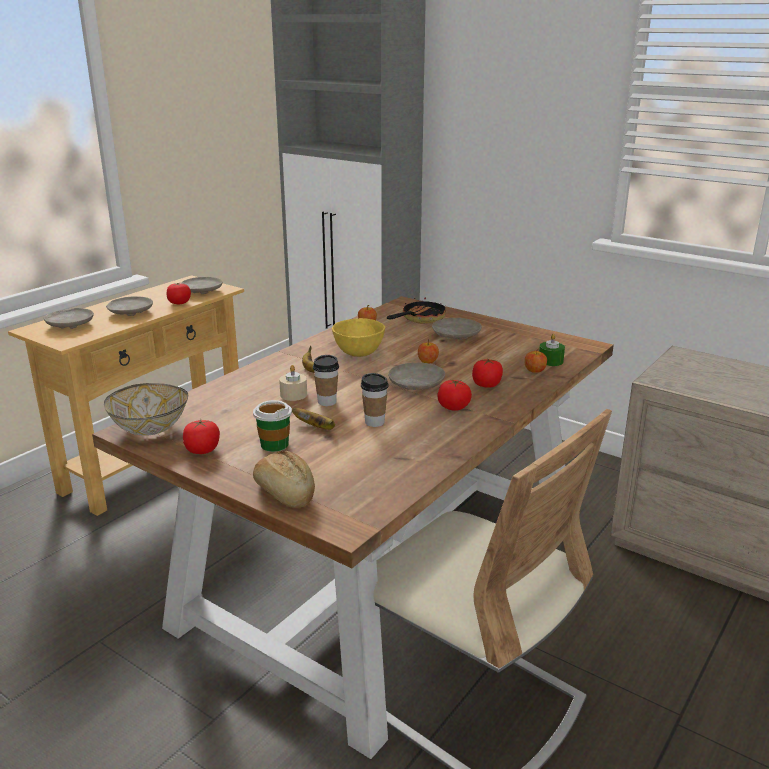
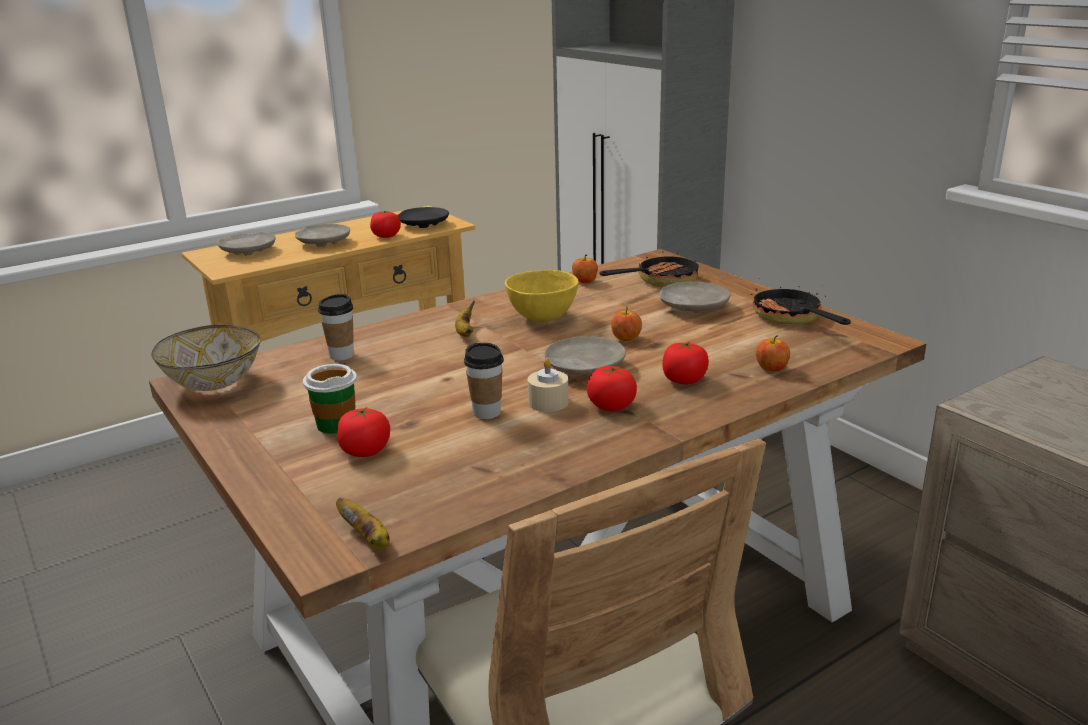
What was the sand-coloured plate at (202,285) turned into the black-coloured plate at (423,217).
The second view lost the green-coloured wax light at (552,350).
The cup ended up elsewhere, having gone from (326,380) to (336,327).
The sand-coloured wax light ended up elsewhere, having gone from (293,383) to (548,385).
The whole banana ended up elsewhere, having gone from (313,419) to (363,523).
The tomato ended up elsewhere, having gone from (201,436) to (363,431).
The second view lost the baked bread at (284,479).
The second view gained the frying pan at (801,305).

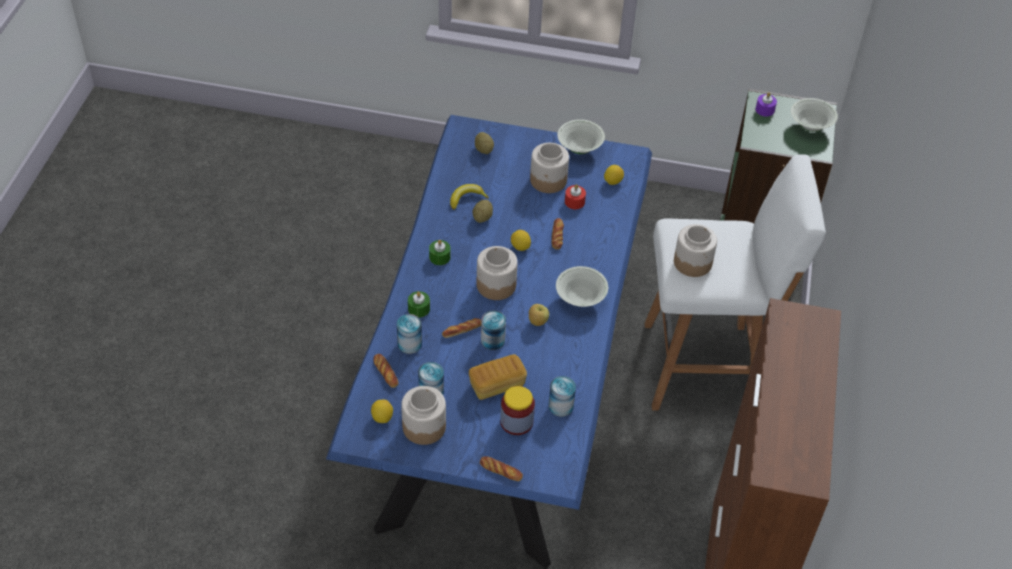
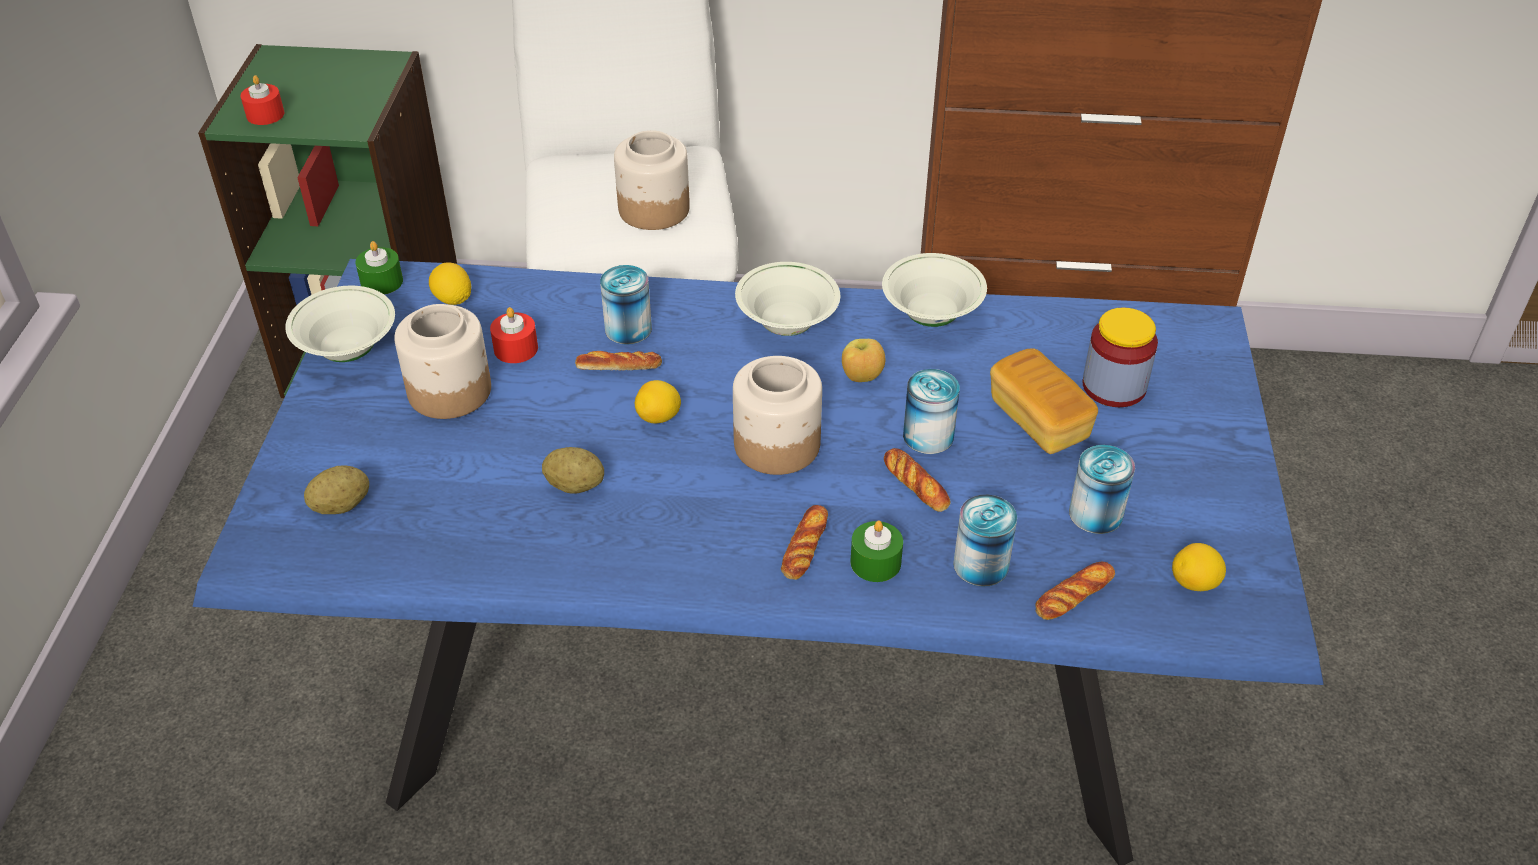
What was the purplish wax light at (766,104) turned into the reddish wax light at (262,100).
The white-coloured serving bowl ended up elsewhere, having gone from (814,115) to (934,290).
The second view lost the whole banana at (469,197).
The green-coloured wax light ended up elsewhere, having gone from (440,252) to (379,268).
The sealed can ended up elsewhere, having gone from (562,396) to (626,305).
The second view lost the storage jar at (423,415).
The baked bread ended up elsewhere, having gone from (501,468) to (804,542).

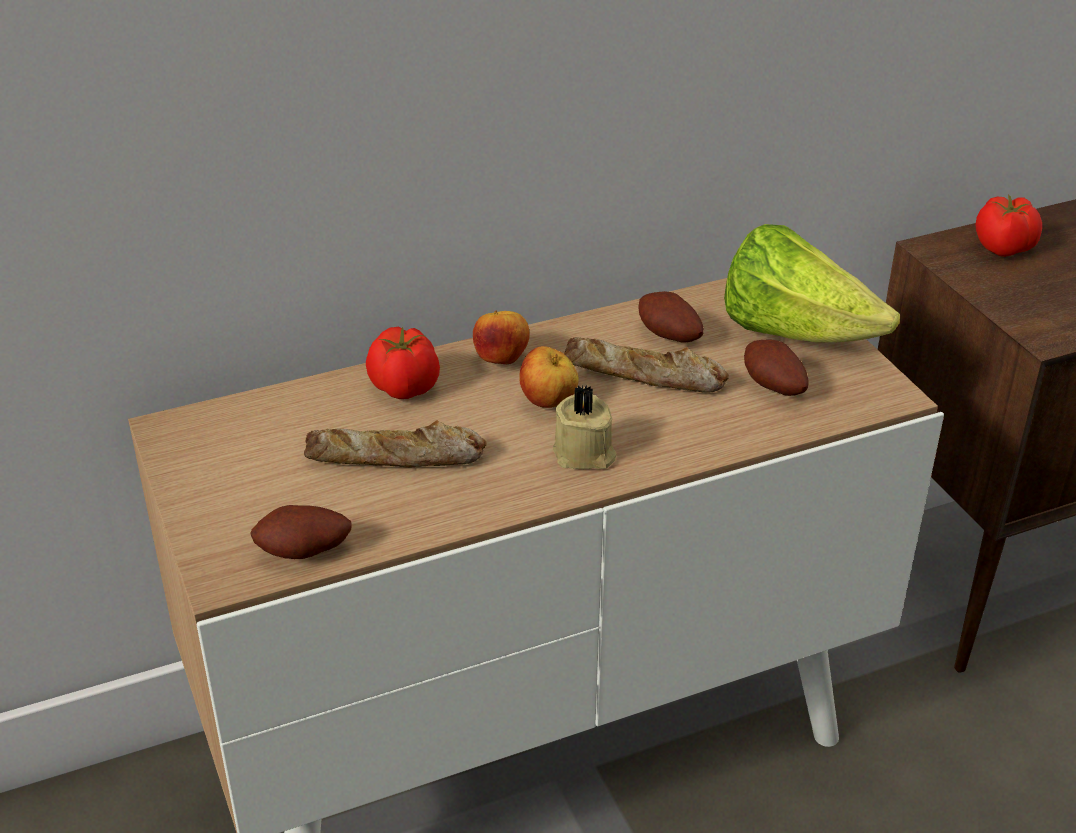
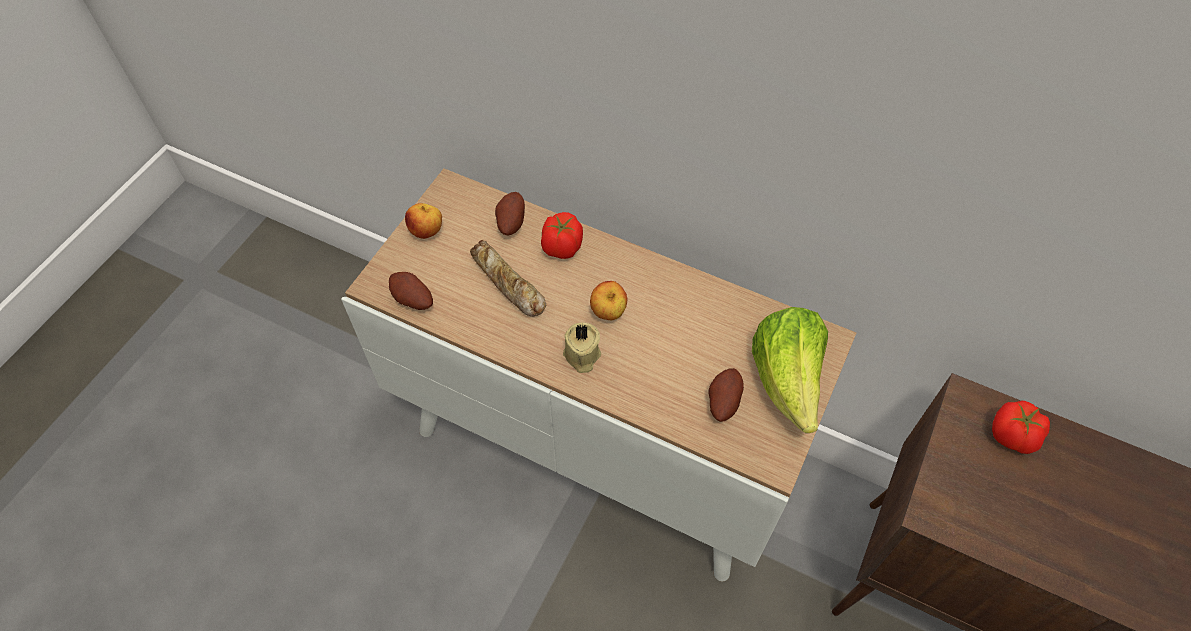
The spud ended up elsewhere, having gone from (671,316) to (510,214).
The apple ended up elsewhere, having gone from (501,338) to (423,221).
The second view lost the baked bread at (646,365).

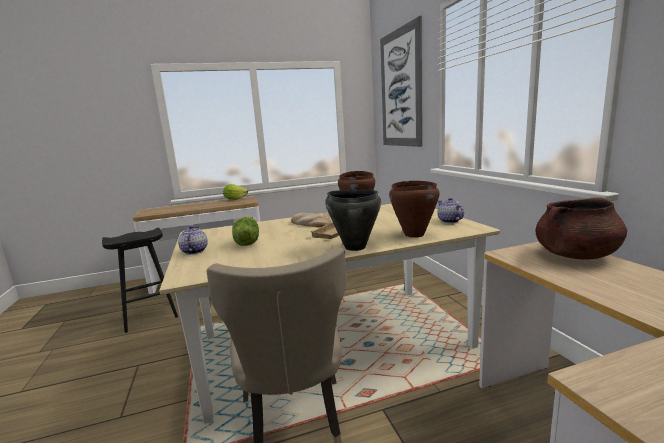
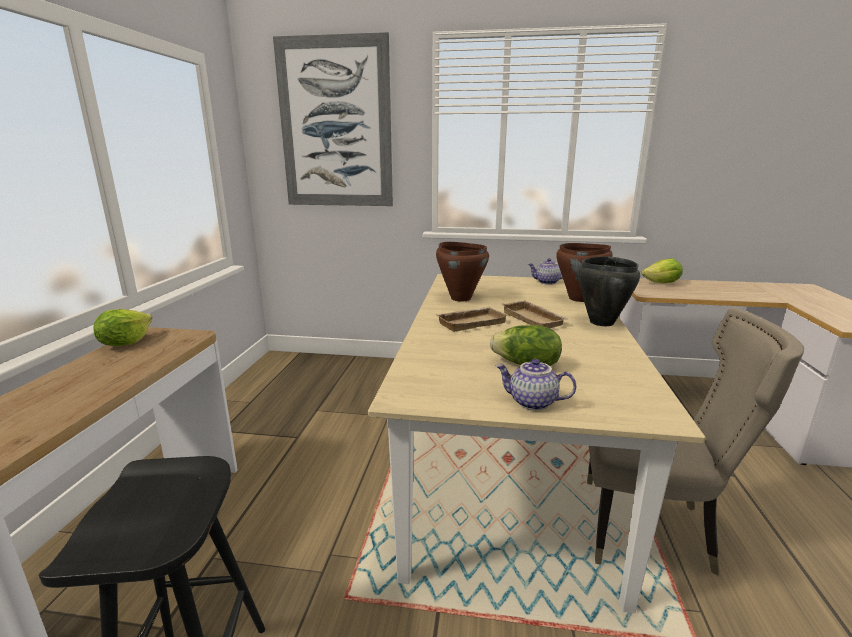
Where the brown-coloured stockpot stood at (581,228), the lettuce head came to stand at (662,271).
Where the baked bread stood at (311,220), the sand-coloured tray came to stand at (472,319).

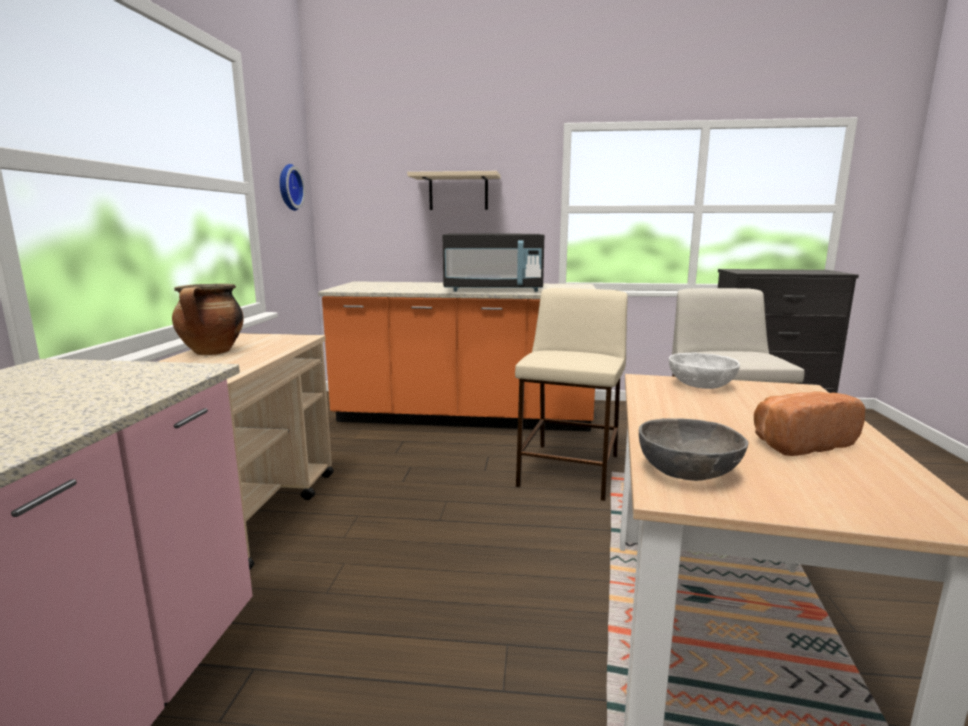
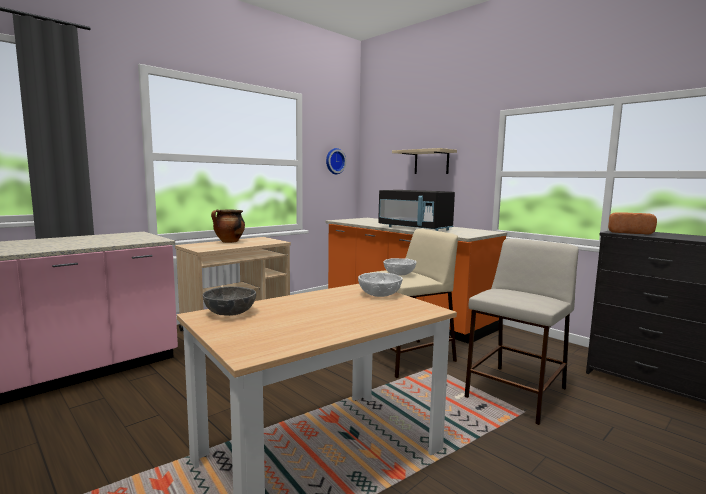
The baked bread ended up elsewhere, having gone from (809,423) to (632,223).
The second view gained the white-coloured serving bowl at (399,266).

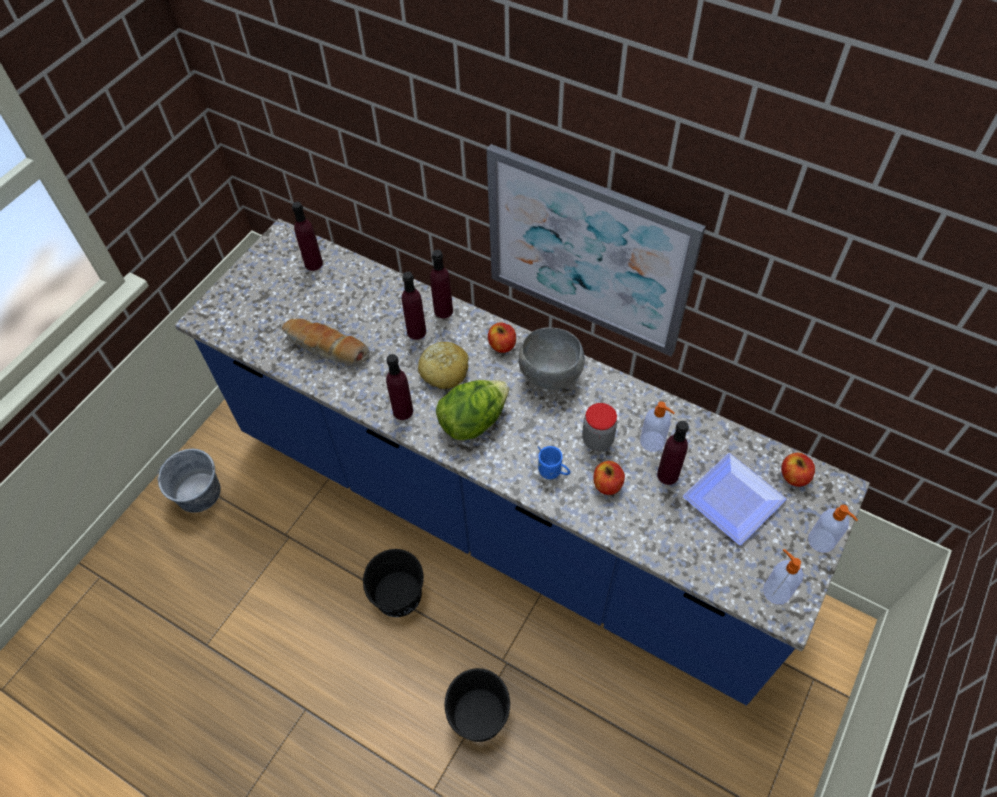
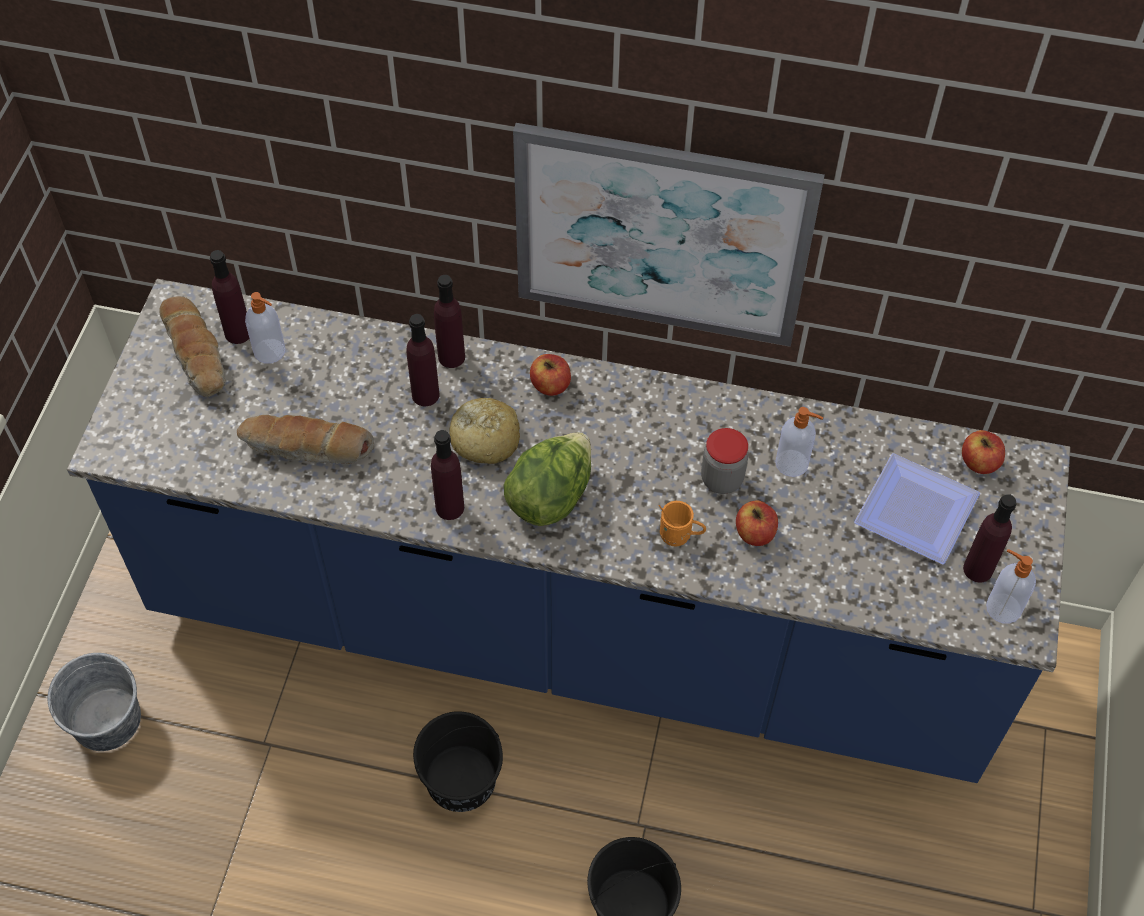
The second view lost the greyish serving bowl at (551,358).
The purplish beverage bottle ended up elsewhere, having gone from (673,453) to (990,538).
What was the bluish mug at (554,462) turned into the orangey mug at (682,524).
The soap dispenser ended up elsewhere, having gone from (833,529) to (265,328).
The second view gained the baked bread at (192,346).

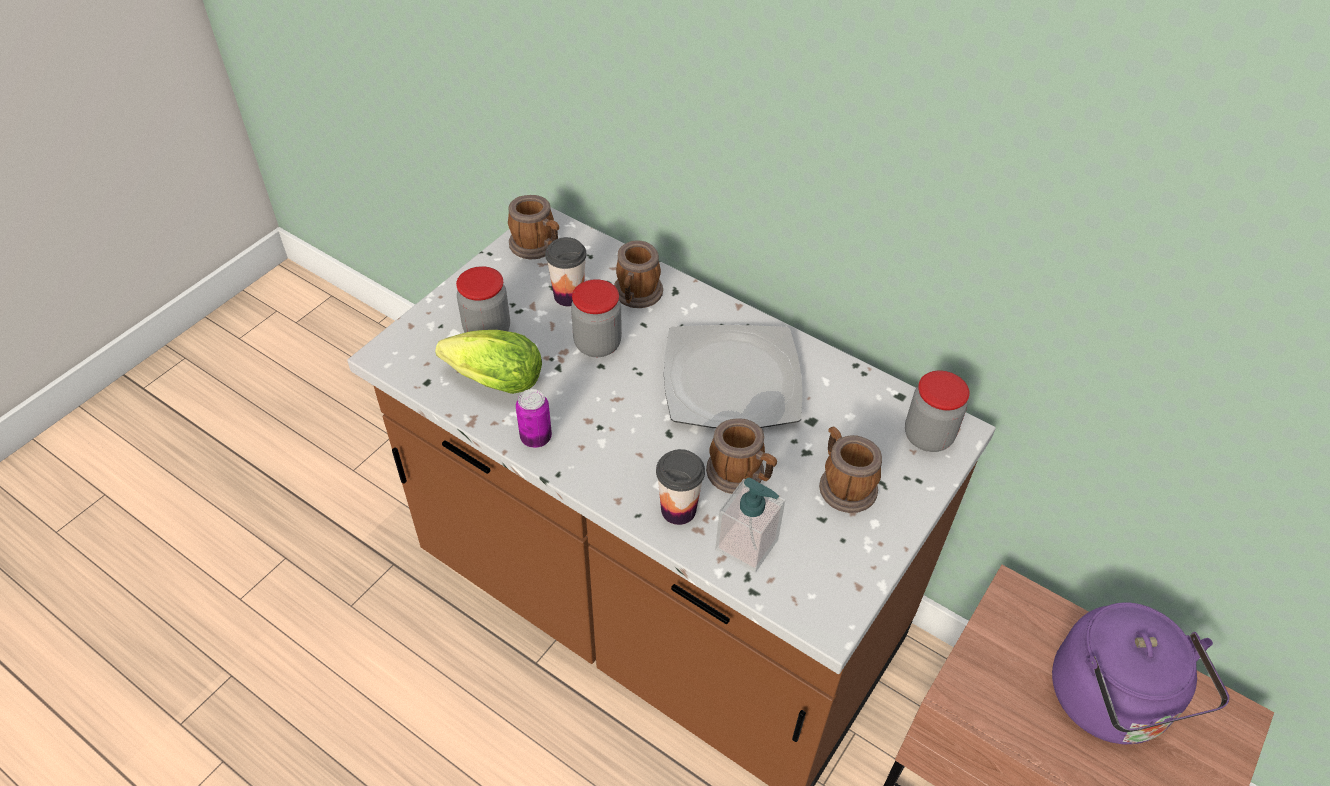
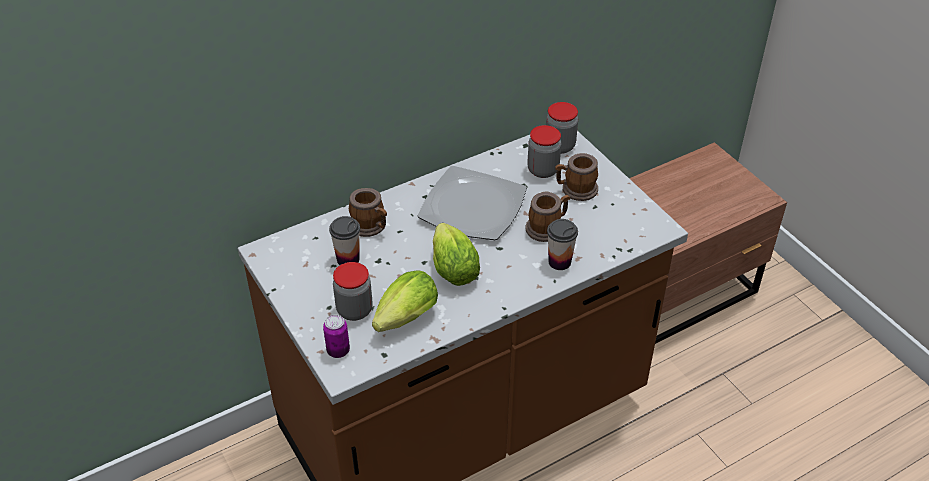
The second view lost the mug at (533,227).
The storage jar ended up elsewhere, having gone from (596,318) to (544,151).
The sealed can ended up elsewhere, having gone from (534,418) to (336,336).
The second view lost the soap dispenser at (750,525).
The second view lost the purplish kettle at (1141,673).
The second view gained the lettuce head at (456,254).

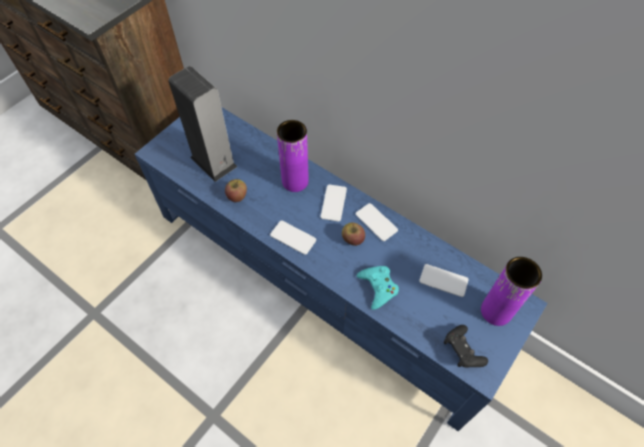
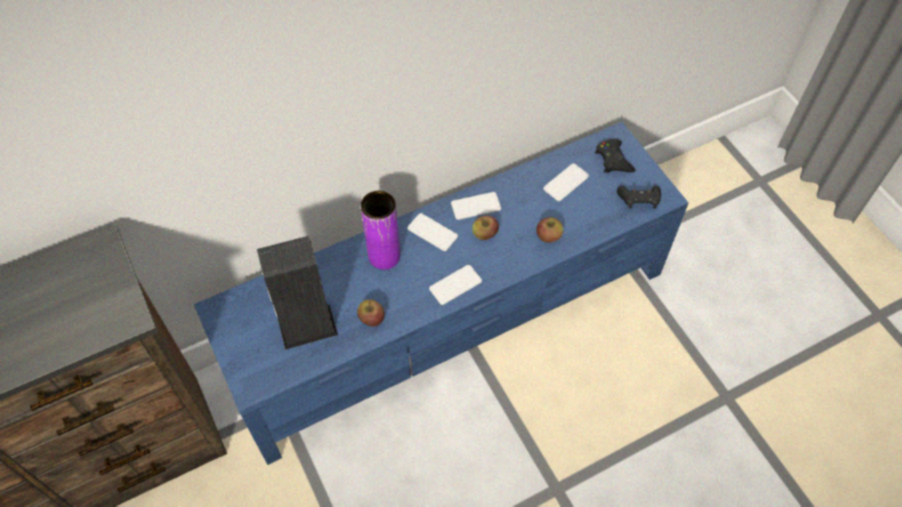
Where the purplish vase stood at (511,291), the black-coloured game controller came to stand at (615,156).
Where the turquoise game controller stood at (378,288), the apple came to stand at (549,230).

